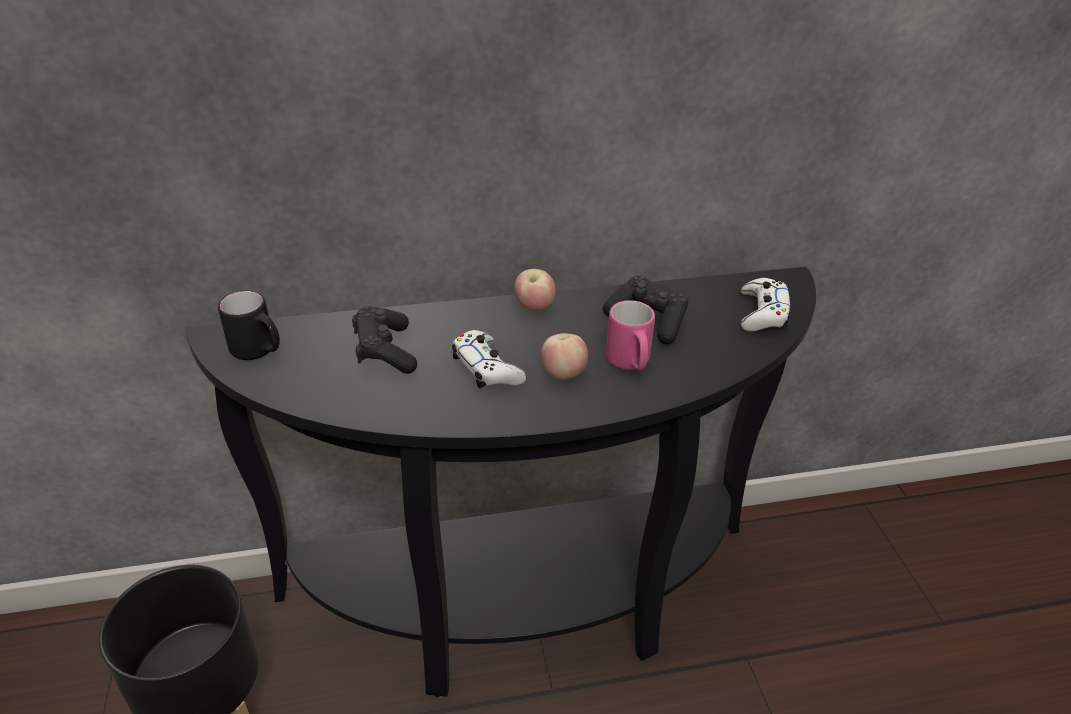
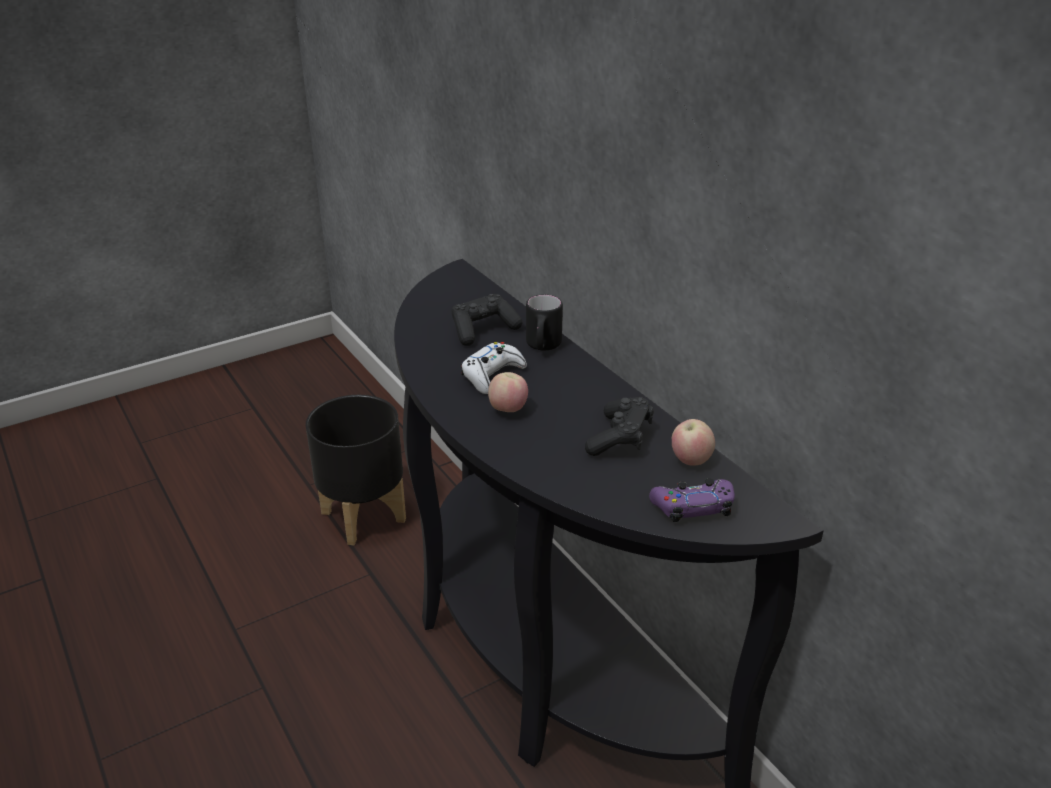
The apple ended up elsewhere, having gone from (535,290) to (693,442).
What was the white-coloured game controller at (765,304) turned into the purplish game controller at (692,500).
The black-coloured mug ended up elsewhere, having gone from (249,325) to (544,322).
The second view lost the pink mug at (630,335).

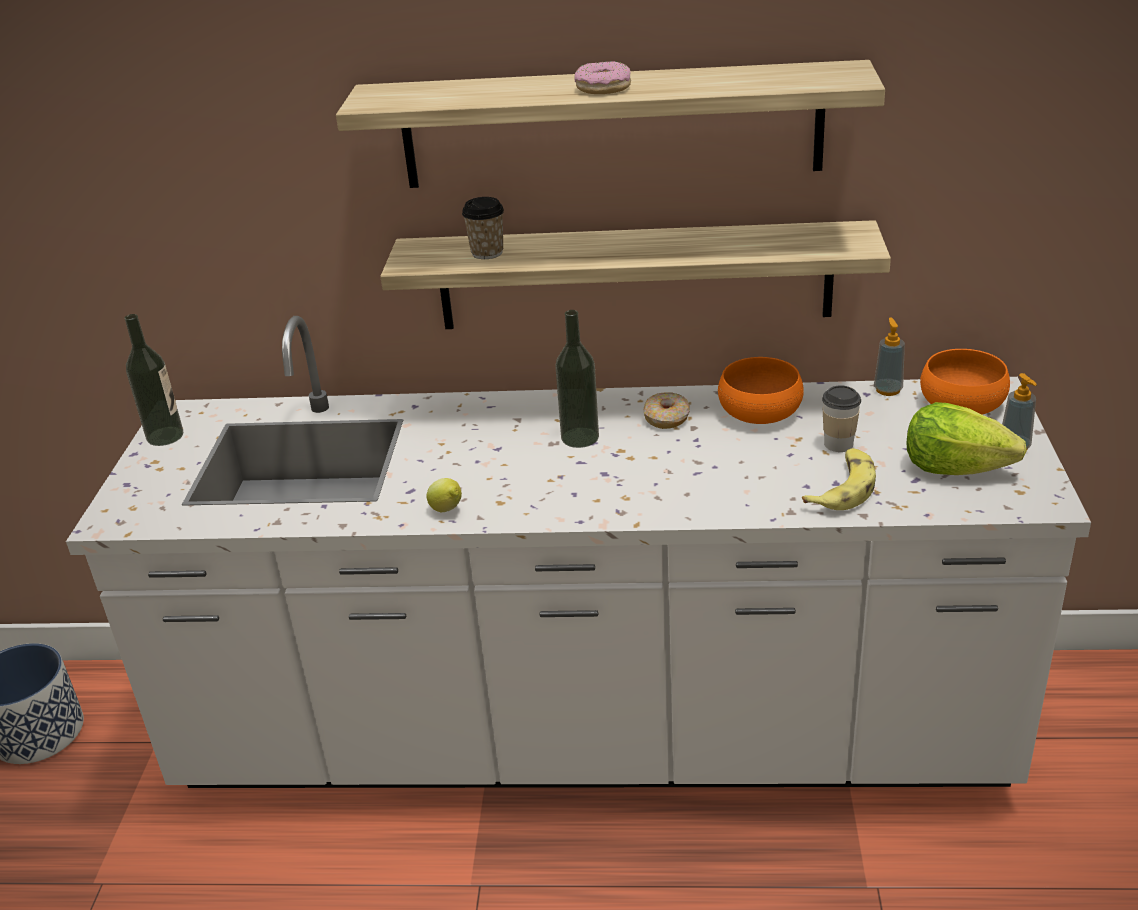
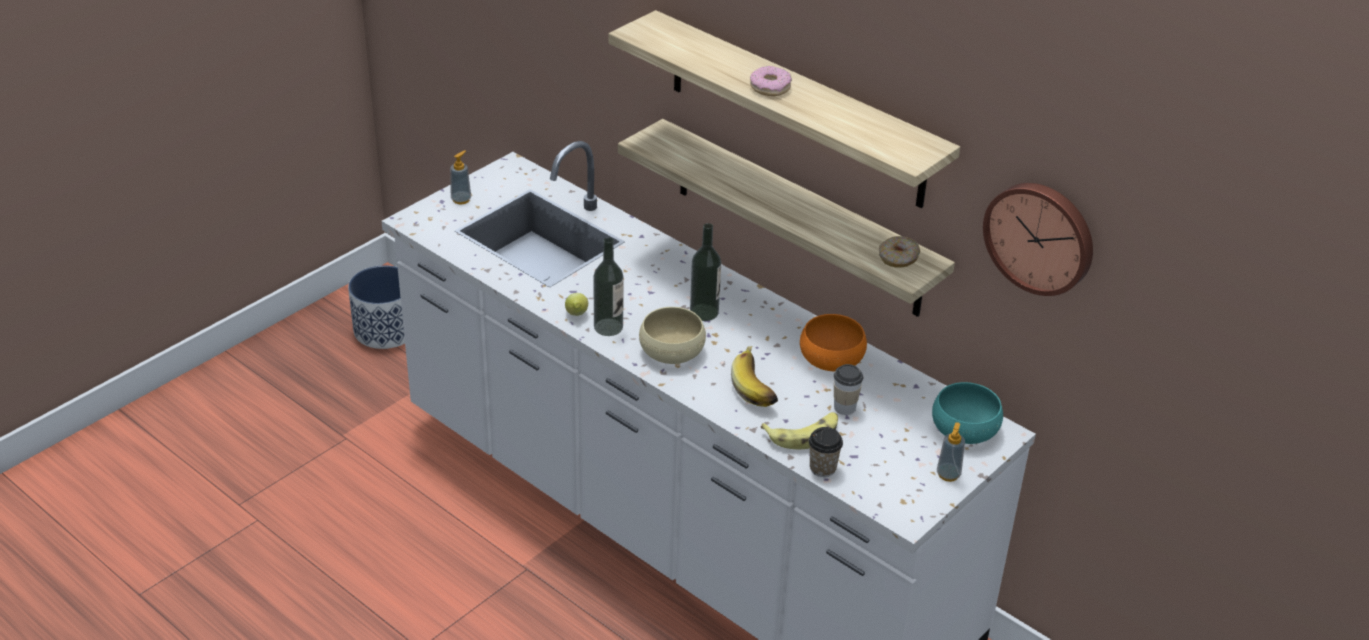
The cup ended up elsewhere, having gone from (483,228) to (826,452).
The beverage bottle ended up elsewhere, having gone from (153,380) to (608,286).
The soap dispenser ended up elsewhere, having gone from (889,357) to (460,177).
What was the orangey serving bowl at (965,382) turned into the turquoise serving bowl at (967,413).
The donut ended up elsewhere, having gone from (667,410) to (899,252).
The second view lost the lettuce head at (967,438).
The second view gained the wall clock at (1038,239).
The second view gained the sand-coloured serving bowl at (672,335).
The second view gained the whole banana at (754,376).

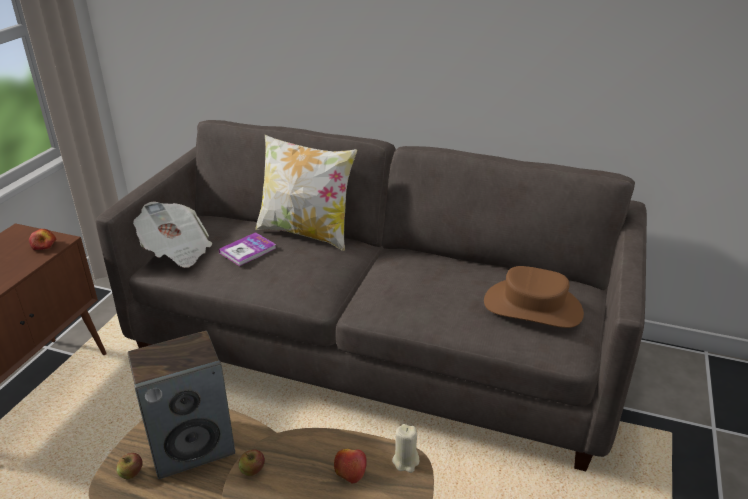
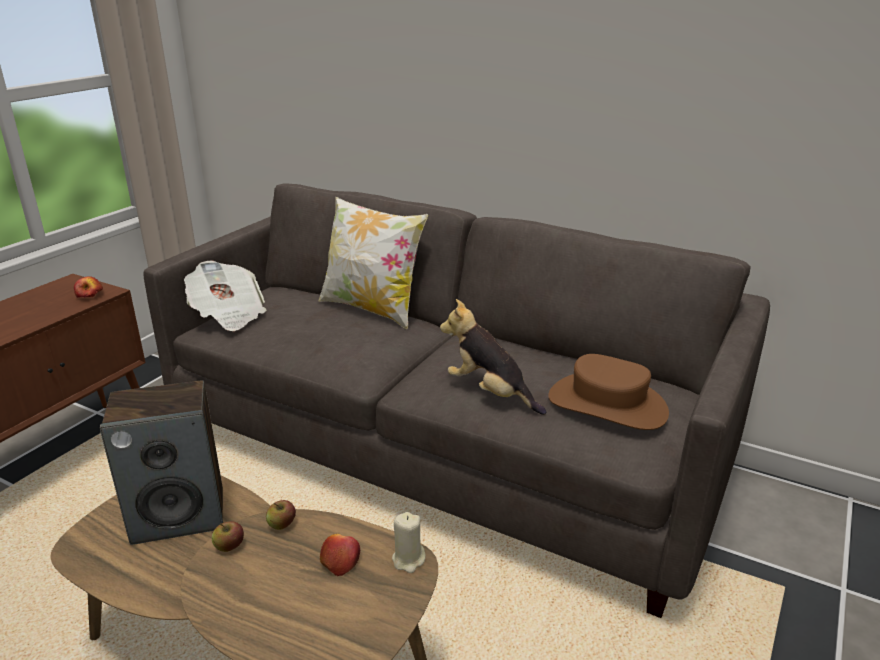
The second view lost the book at (247,249).
The apple ended up elsewhere, having gone from (129,466) to (281,515).
The second view gained the plush toy at (493,357).

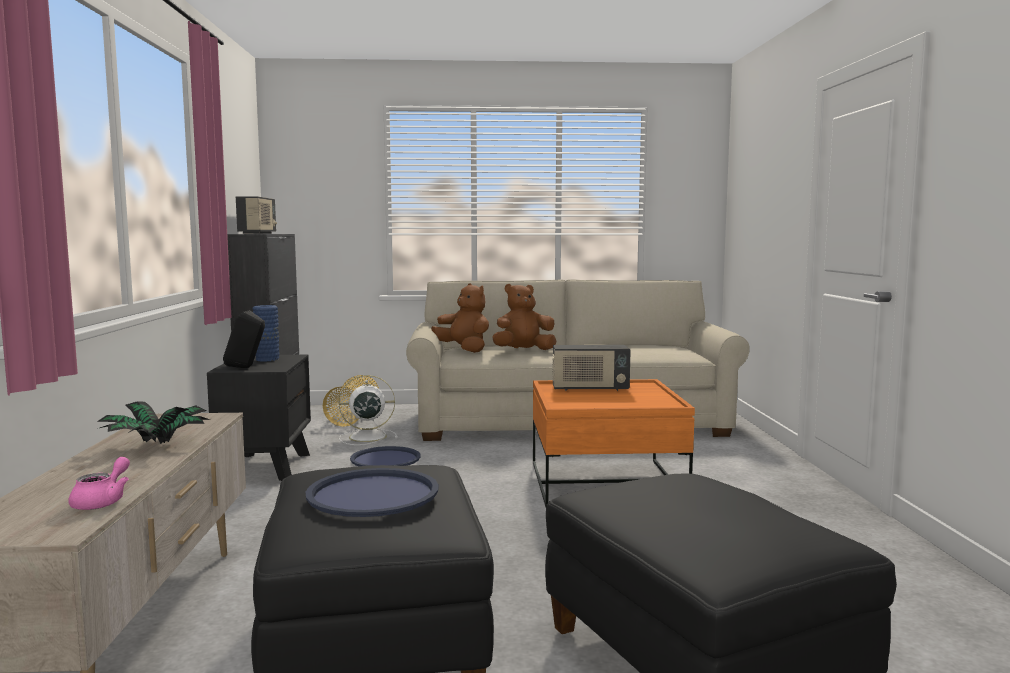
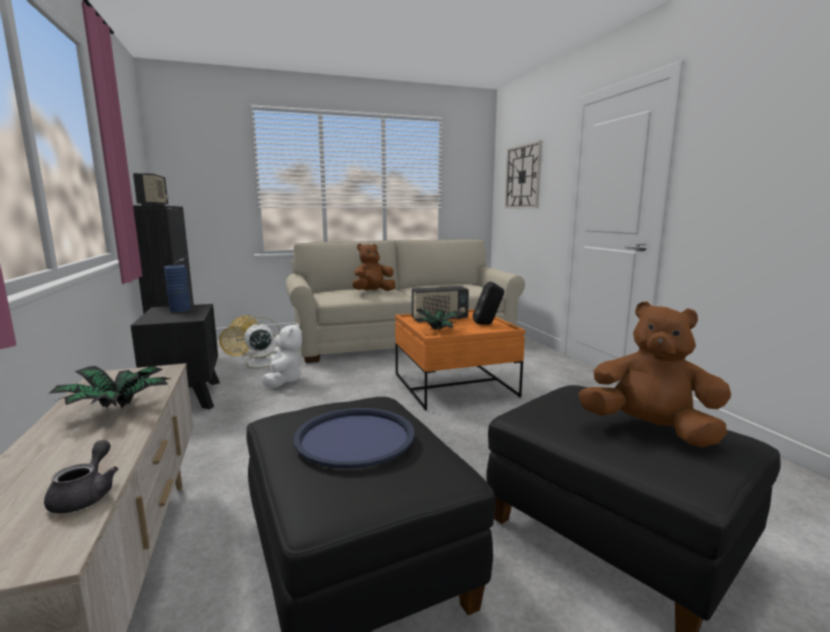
The brown-coloured plush toy ended up elsewhere, having gone from (460,318) to (654,375).
The black-coloured loudspeaker ended up elsewhere, having gone from (244,339) to (488,303).
Where the bluish tray stood at (385,456), the white-coloured plush toy came to stand at (282,355).
What was the pink teapot at (99,483) turned into the greyish teapot at (81,477).
The second view gained the wall clock at (523,174).
The second view gained the plant in a pot at (438,319).

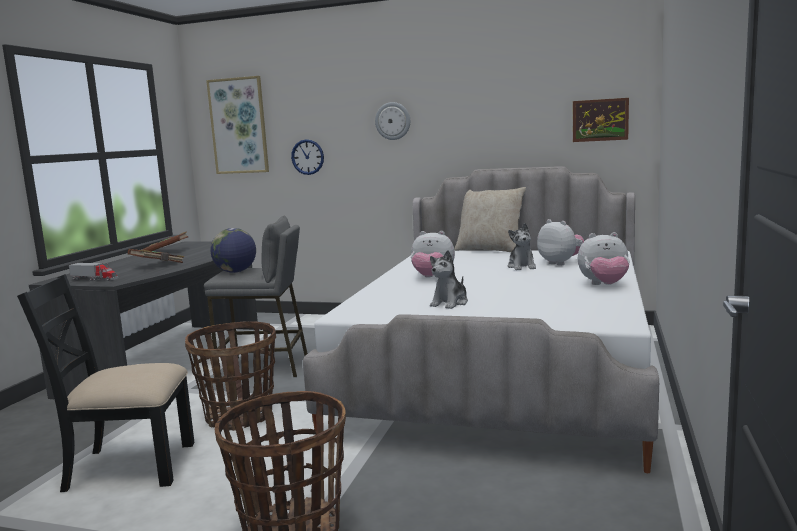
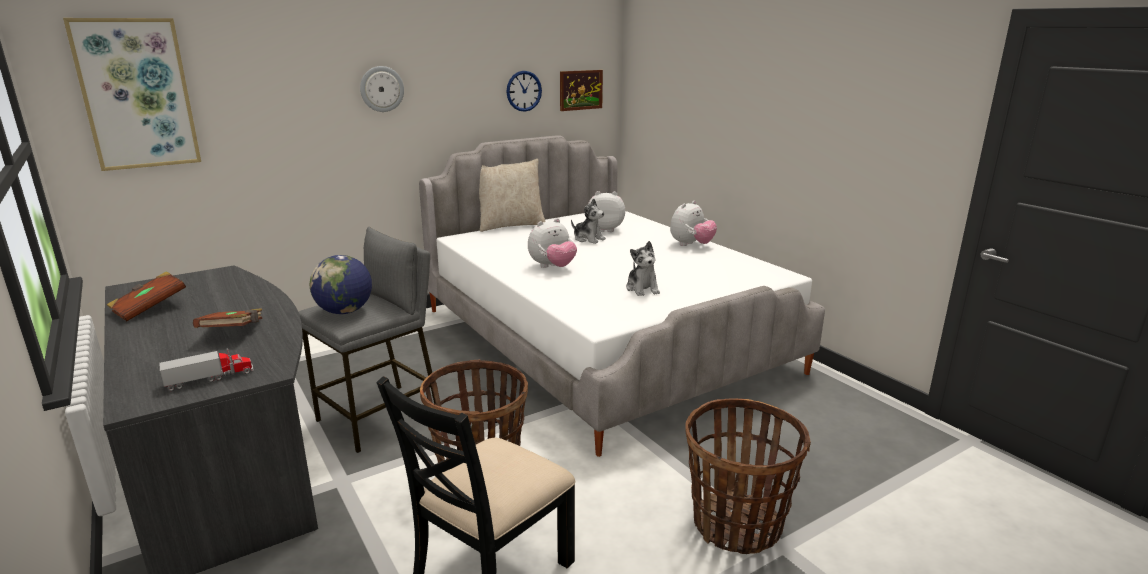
The wall clock ended up elsewhere, having gone from (307,157) to (524,91).

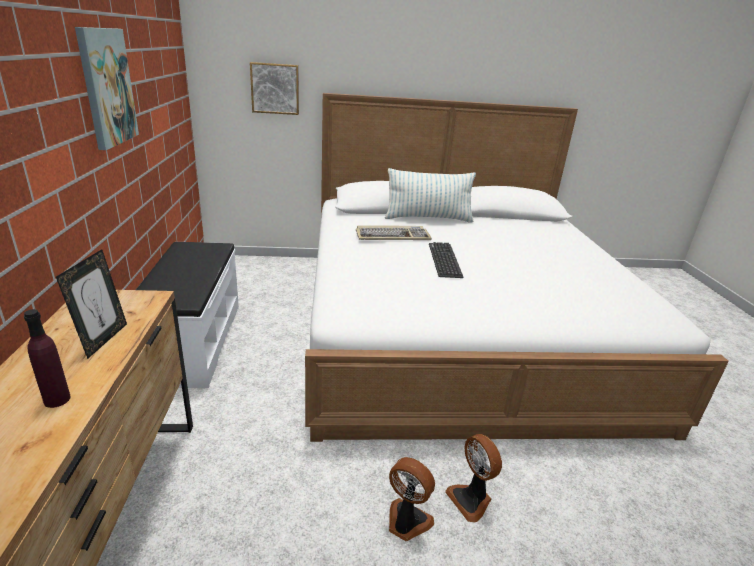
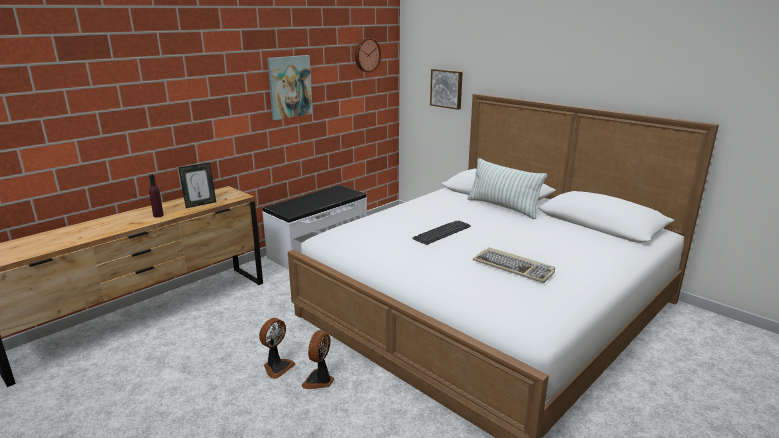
The computer keyboard ended up elsewhere, having gone from (394,232) to (514,265).
The fan at (412,499) ended up facing another way, 45 degrees clockwise from before.
The second view gained the wall clock at (368,55).

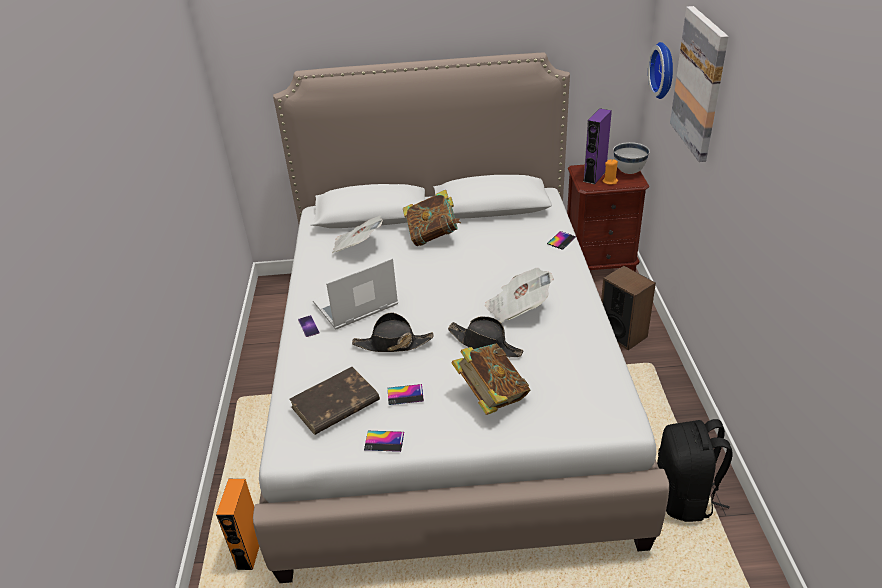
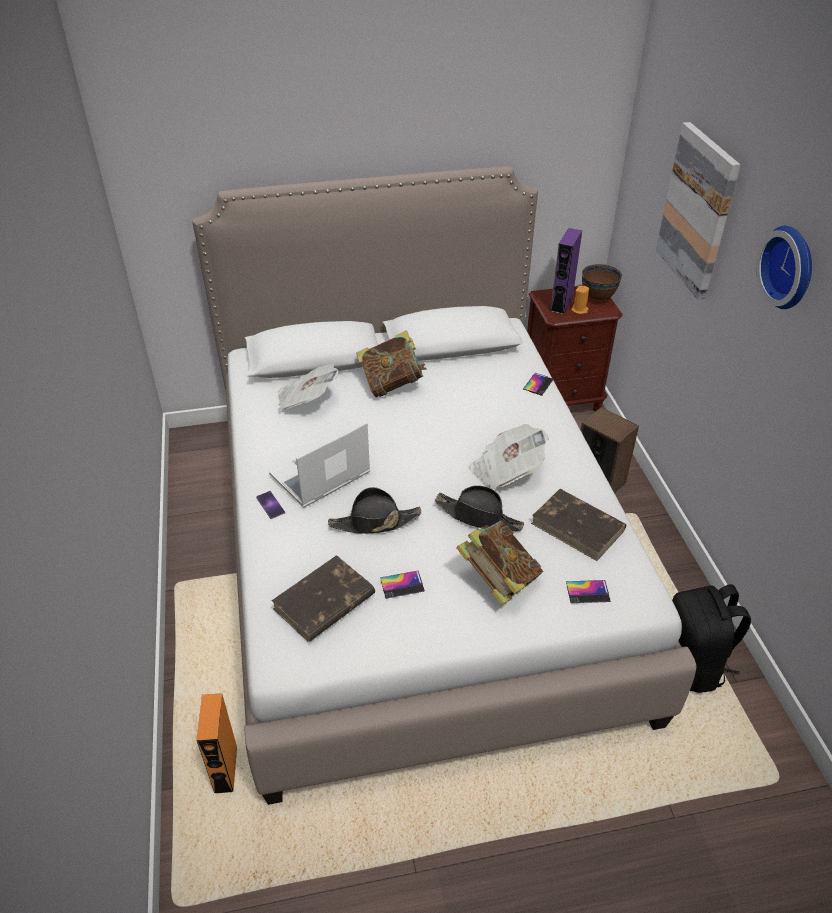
The wall clock ended up elsewhere, having gone from (660,70) to (784,267).
What was the white-coloured serving bowl at (631,158) turned into the brown-coloured serving bowl at (602,282).
The phone ended up elsewhere, having gone from (384,441) to (588,591).
The second view gained the brown-coloured book at (578,525).

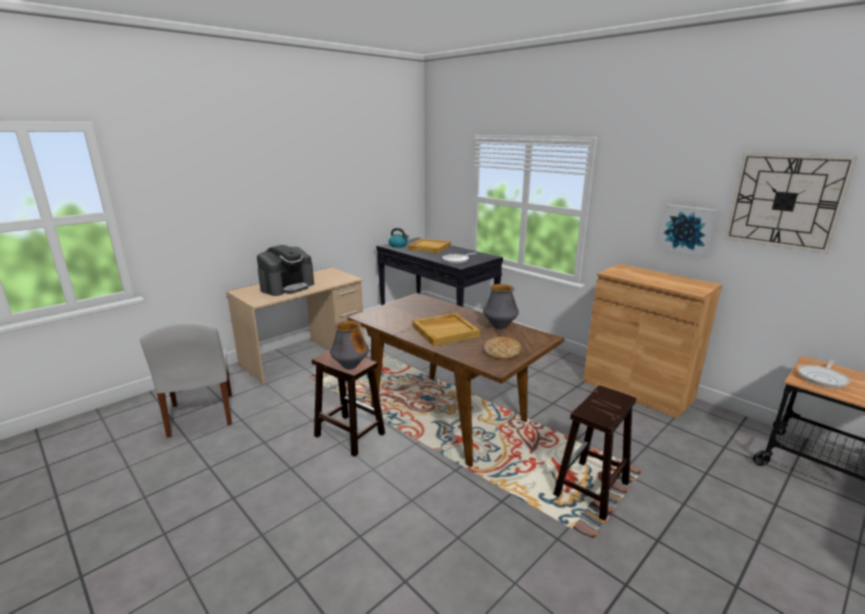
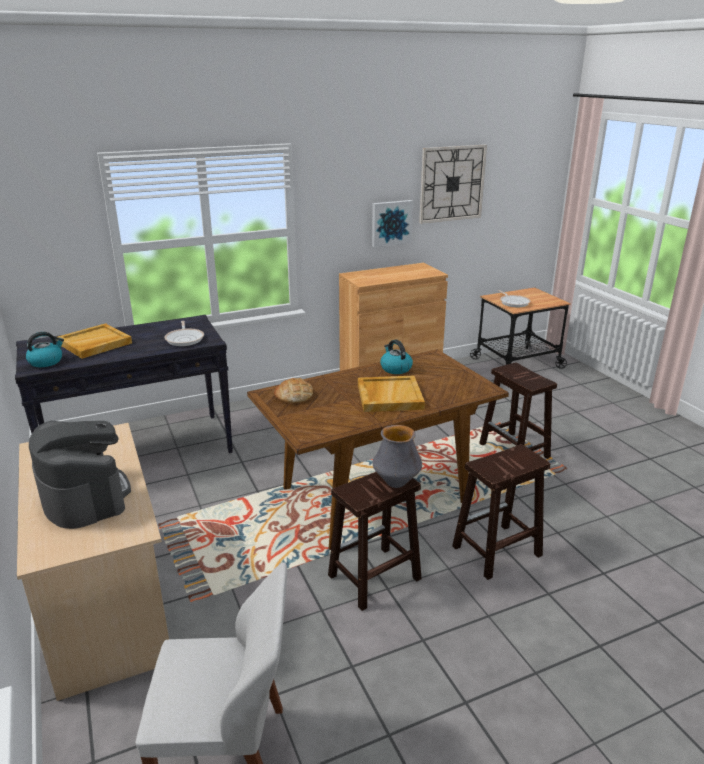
Where the vase stood at (501,306), the kettle came to stand at (396,357).
The baked bread ended up elsewhere, having gone from (502,348) to (293,390).
The second view gained the brown-coloured stool seat at (501,512).

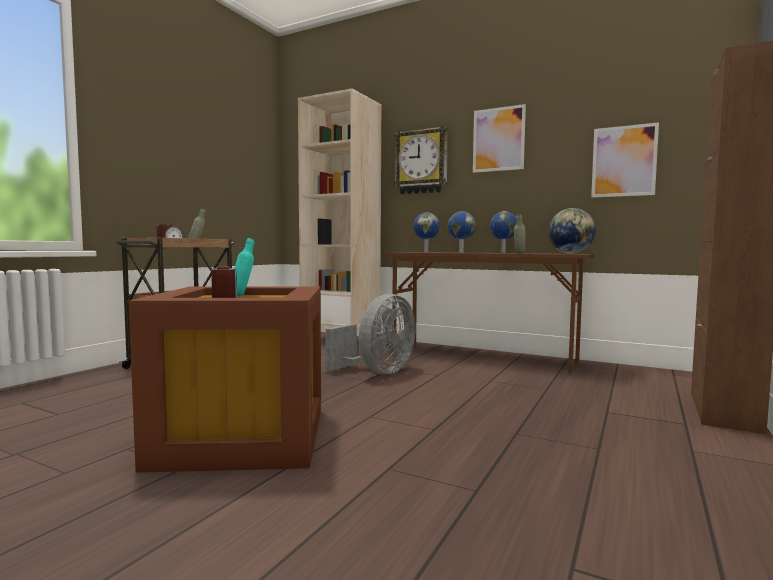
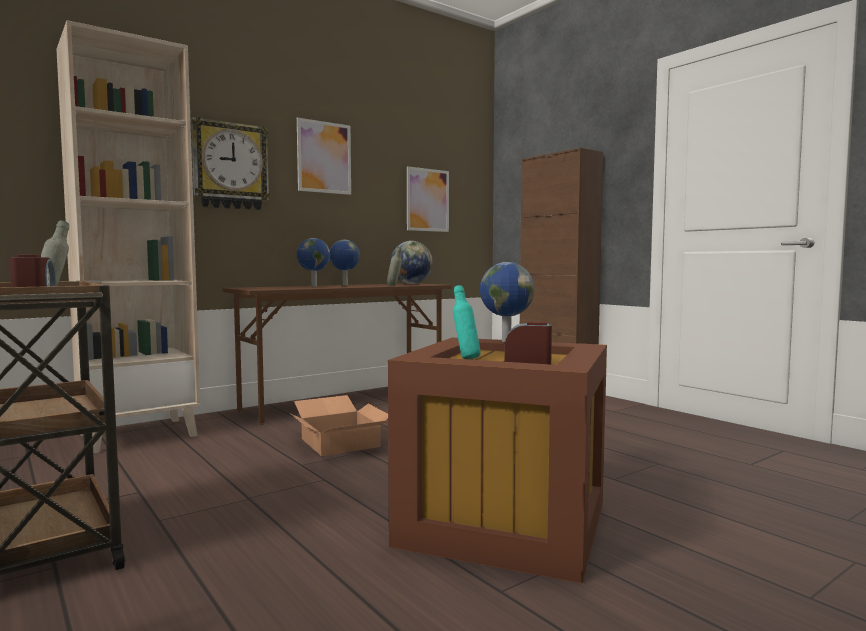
The desk globe ended up elsewhere, having gone from (426,232) to (507,302).
Where the greyish fan stood at (370,334), the packing box came to stand at (339,425).

